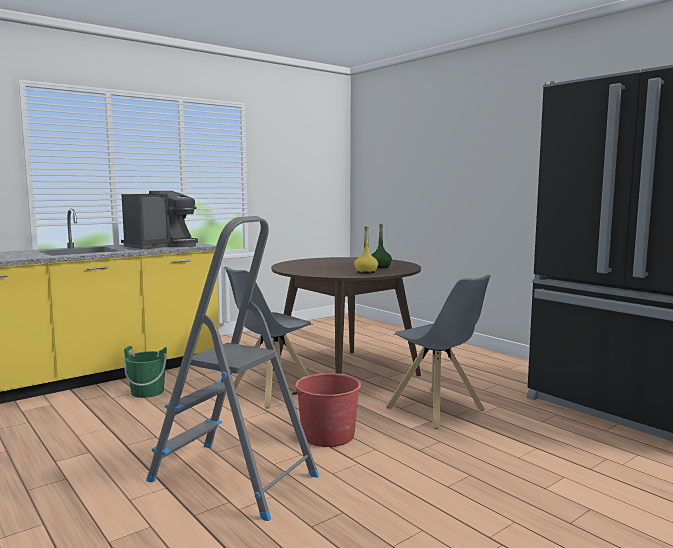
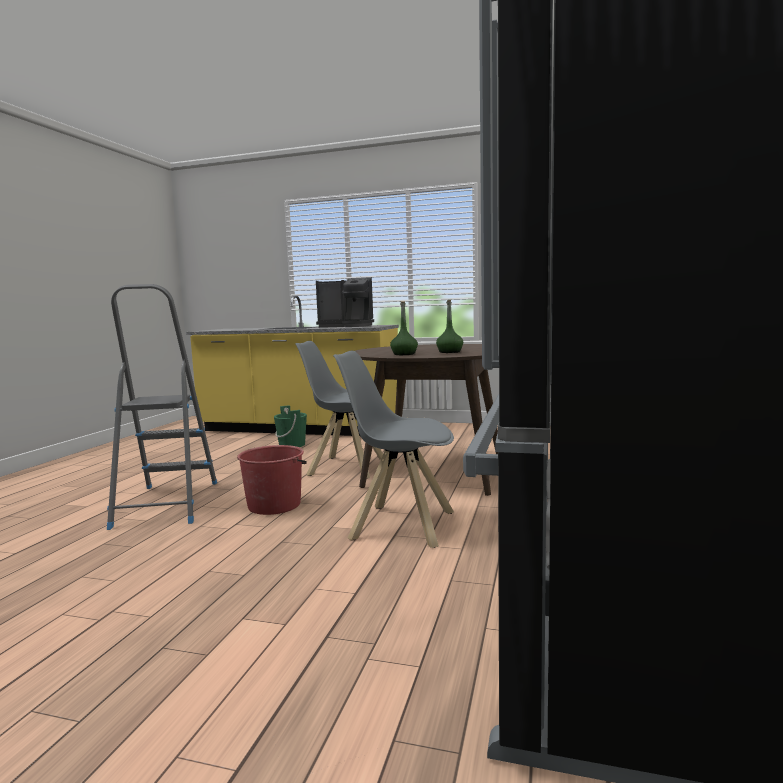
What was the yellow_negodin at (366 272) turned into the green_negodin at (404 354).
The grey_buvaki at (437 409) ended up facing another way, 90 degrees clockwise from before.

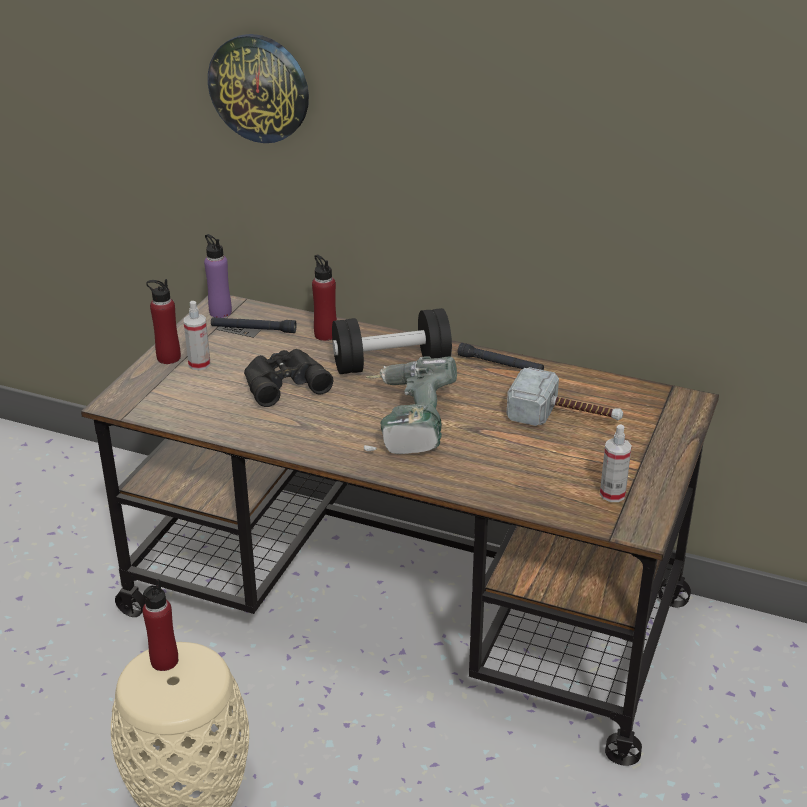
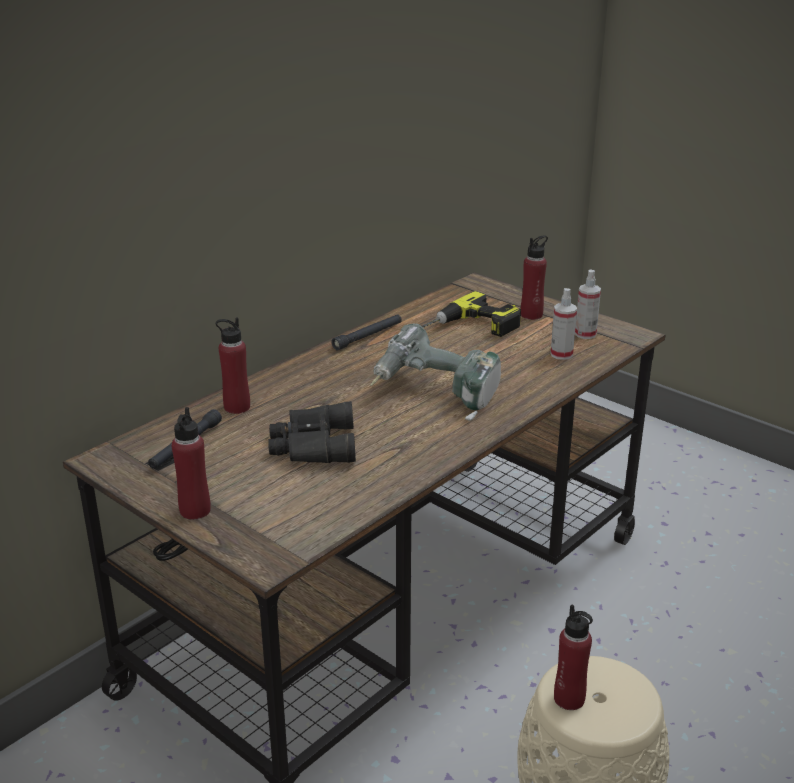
The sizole ended up elsewhere, having gone from (199 364) to (561 354).
The second view lost the purple_negodin at (220 312).
The second view lost the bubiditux at (259 88).
The second view lost the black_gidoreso at (391 364).
Where the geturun stood at (564 417), the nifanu came to stand at (470 329).
The second view gained the red_negodin at (531 315).

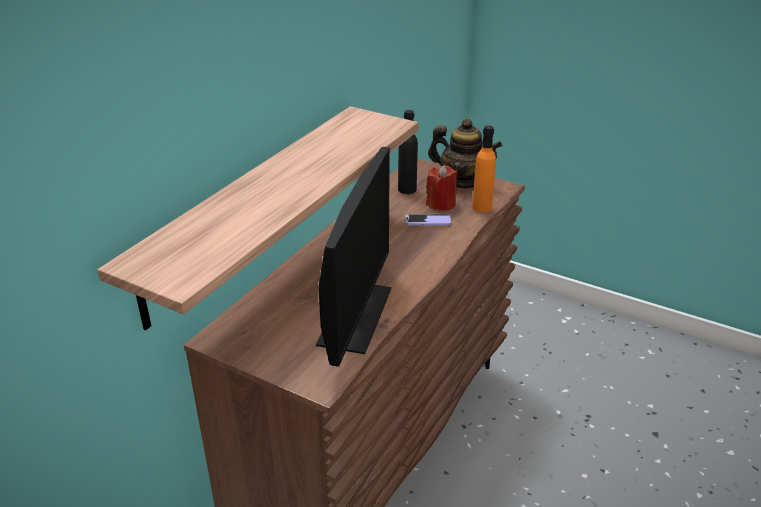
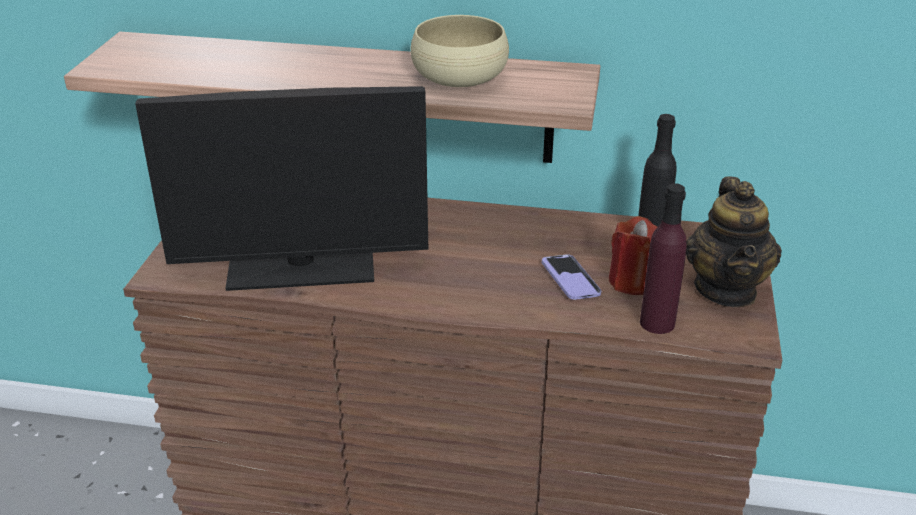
What was the orange_negodin at (482 207) turned into the purple_negodin at (657 323).
The second view gained the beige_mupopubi at (460 77).

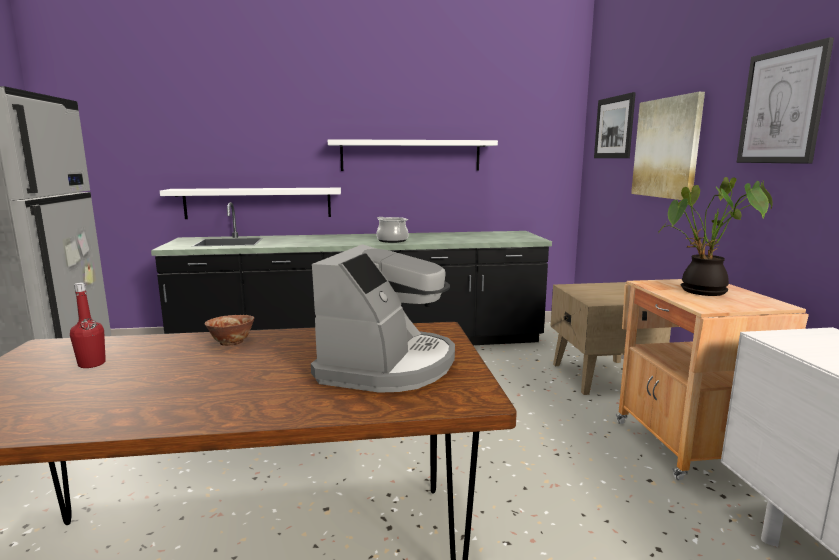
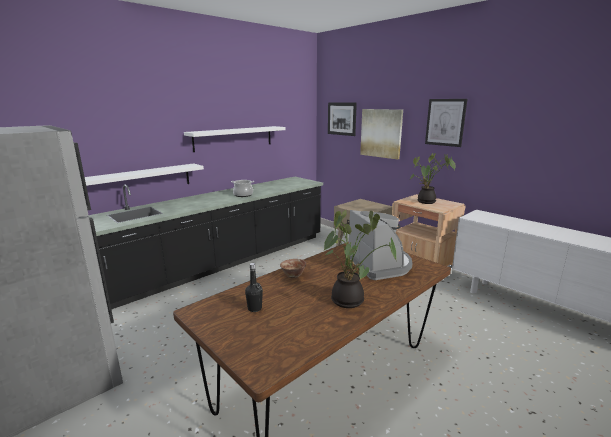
What was the red_negodin at (92 364) turned into the black_negodin at (254 308).
The second view gained the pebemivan at (350 301).

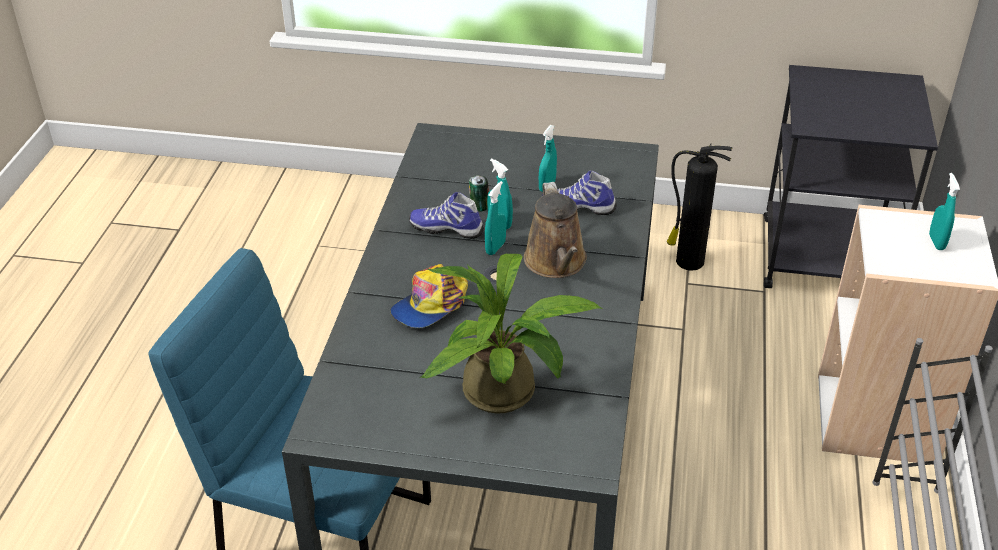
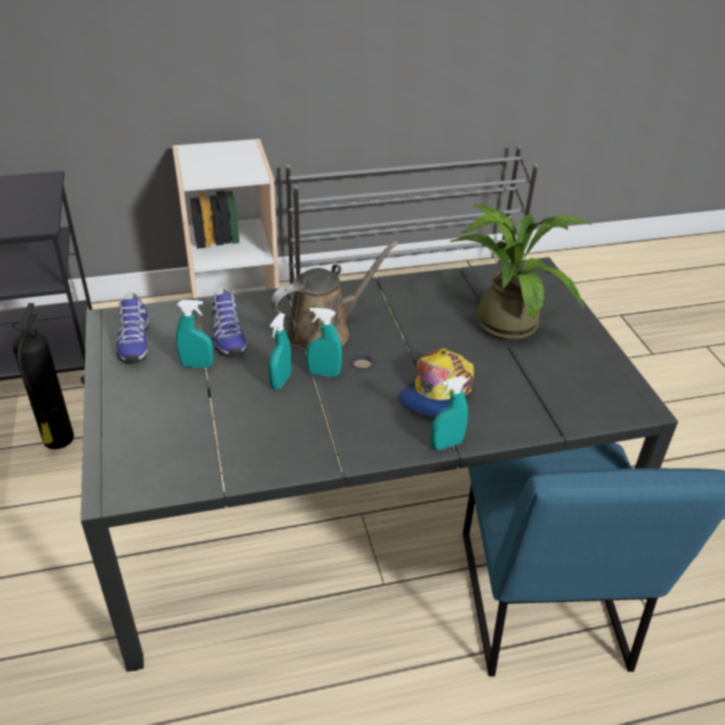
The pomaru at (431 305) ended up facing another way, 105 degrees clockwise from before.
The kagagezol ended up elsewhere, having gone from (447 228) to (134 342).
The second view lost the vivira at (479 207).
The turquoise_sizole ended up elsewhere, having gone from (936 242) to (446 444).

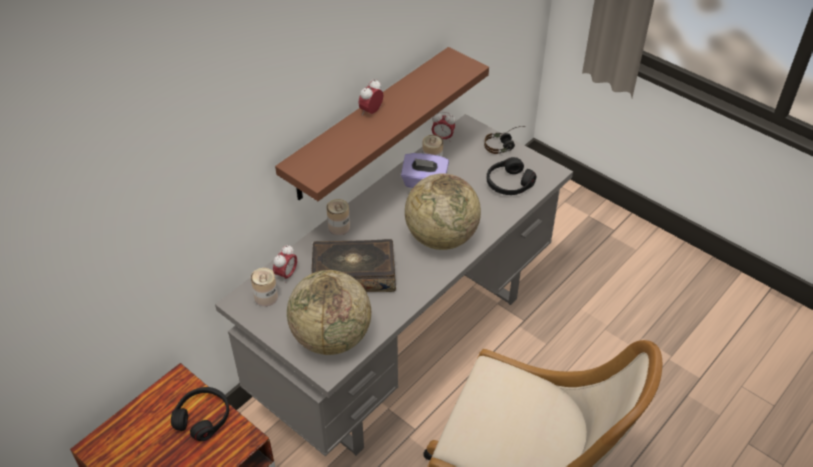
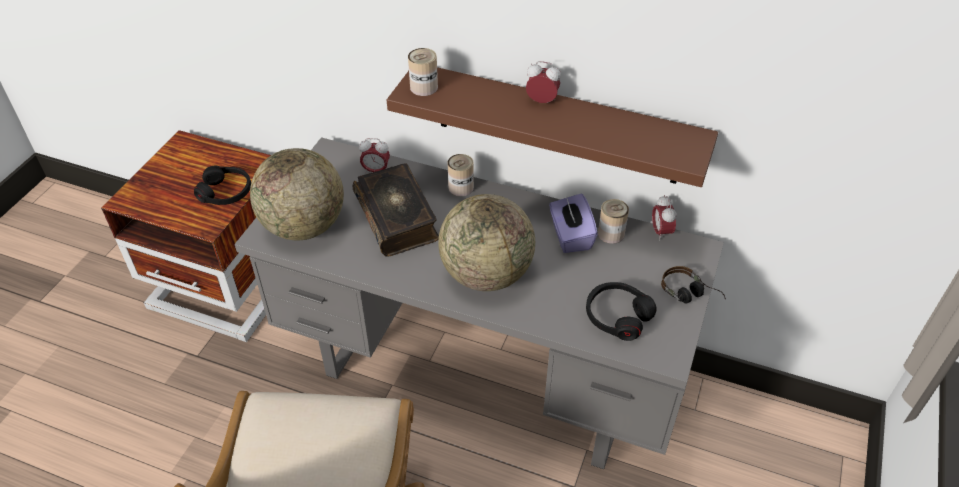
The vivira ended up elsewhere, having gone from (266 297) to (424 87).

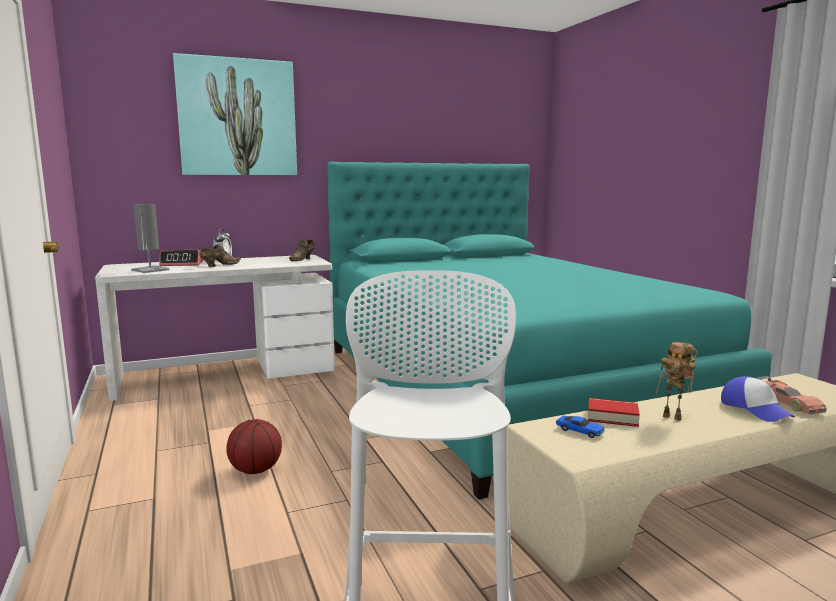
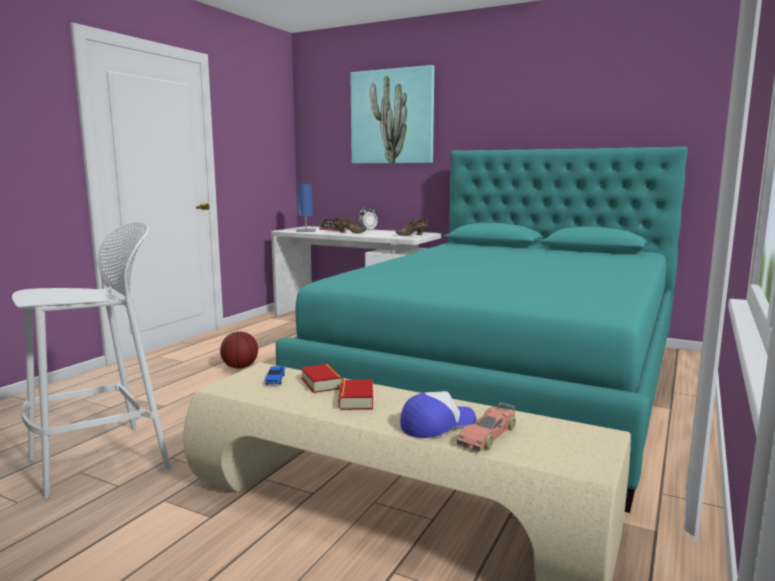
What was the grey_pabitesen at (150 270) turned into the blue_pabitesen at (306 231).
Where the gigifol stood at (673 417), the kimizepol came to stand at (356 400).
The pomaru at (755 409) ended up facing another way, 150 degrees counterclockwise from before.

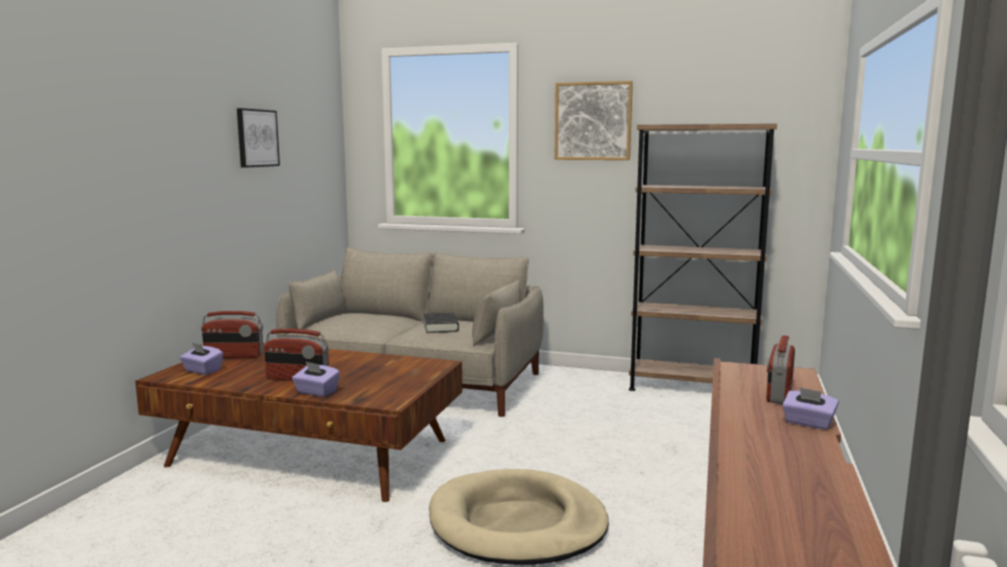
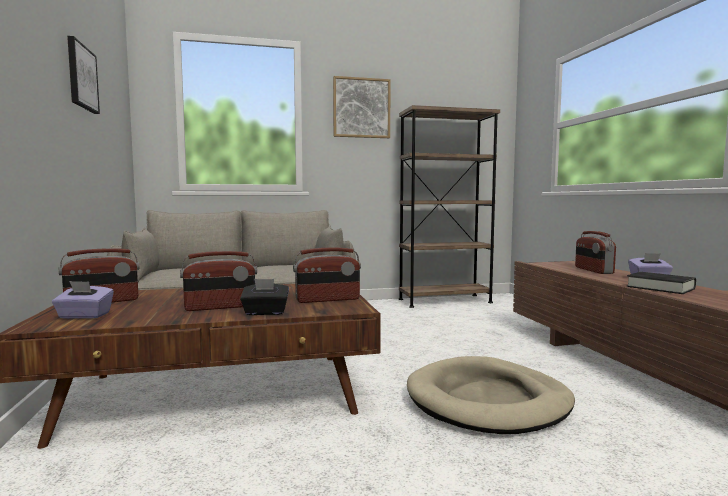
What was the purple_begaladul at (316 392) turned into the black_begaladul at (265 312).
The black_kimizepol ended up elsewhere, having gone from (440 327) to (660 288).
The second view gained the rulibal at (327 300).

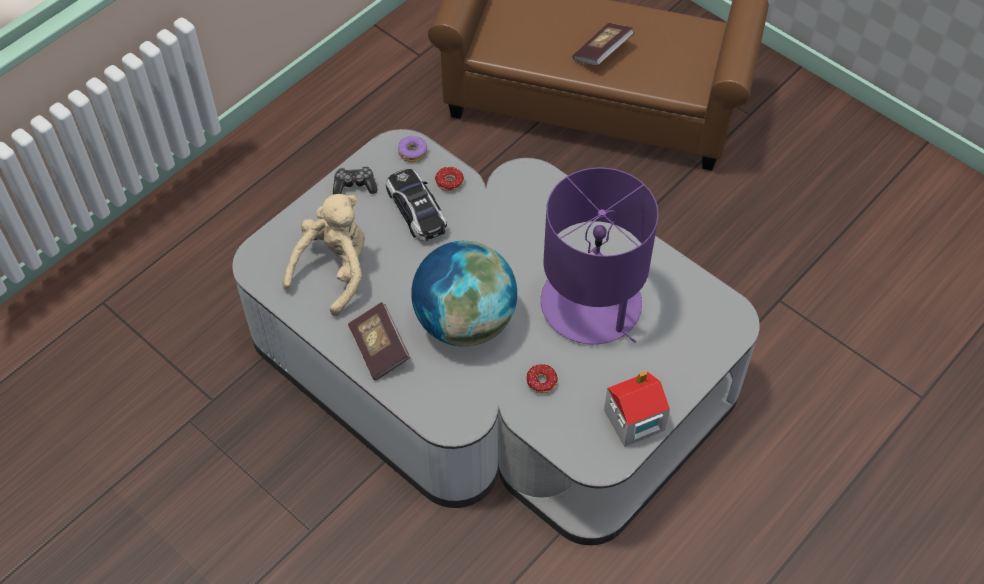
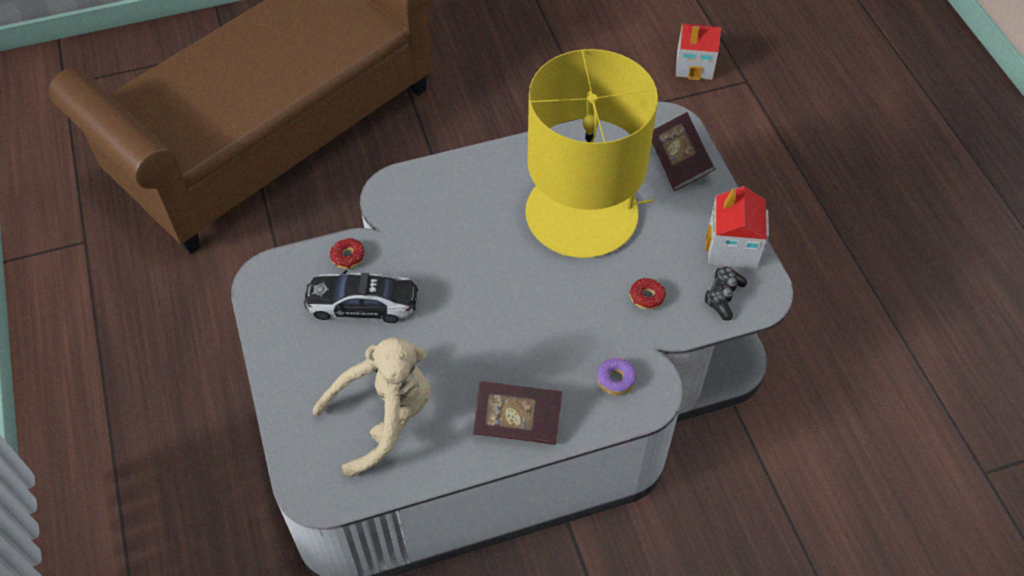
The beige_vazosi at (334 270) ended up facing another way, 90 degrees clockwise from before.
The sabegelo ended up elsewhere, having gone from (355 185) to (722 296).
The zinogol ended up elsewhere, having gone from (412 152) to (615 380).
The second view lost the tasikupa at (465 321).
What was the purple_pabitesen at (592 305) turned into the yellow_pabitesen at (583 214).
The kimizepol ended up elsewhere, having gone from (602 53) to (678 162).
The second view gained the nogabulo at (695 65).

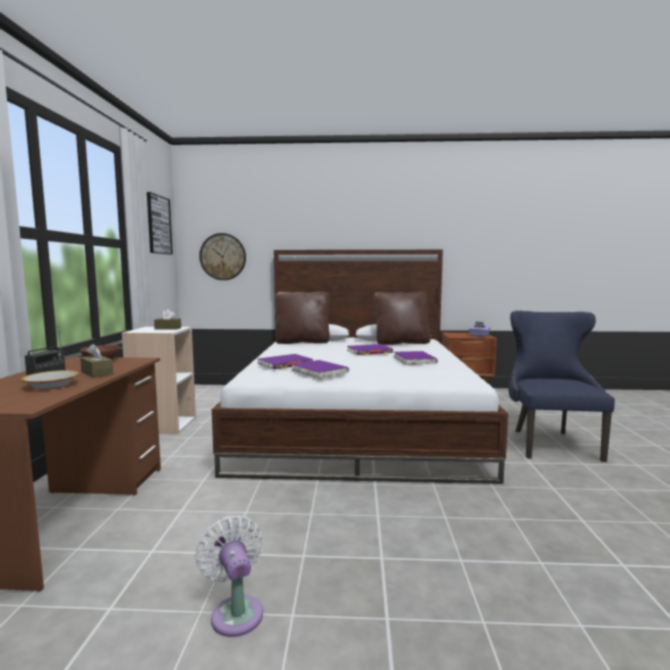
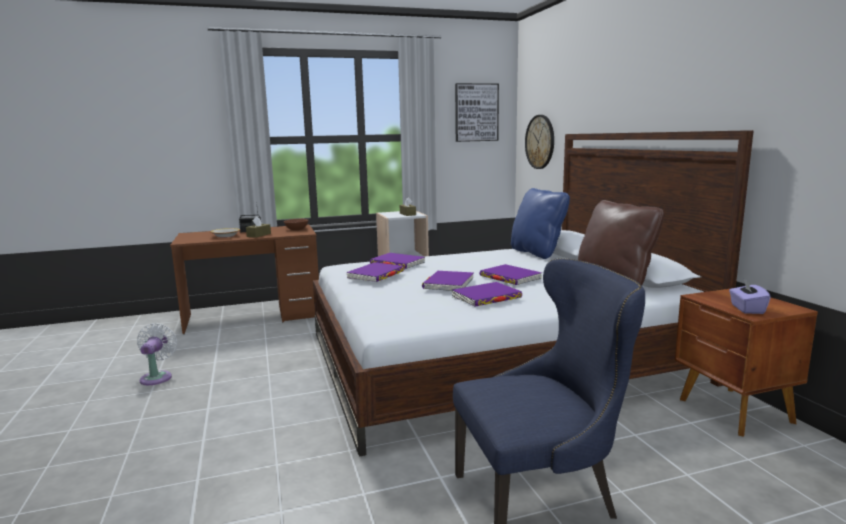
The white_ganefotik at (236 611) ended up facing another way, 45 degrees counterclockwise from before.
What was the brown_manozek at (302 342) turned into the blue_manozek at (537 253).
The second view gained the purple_kimizepol at (448 284).

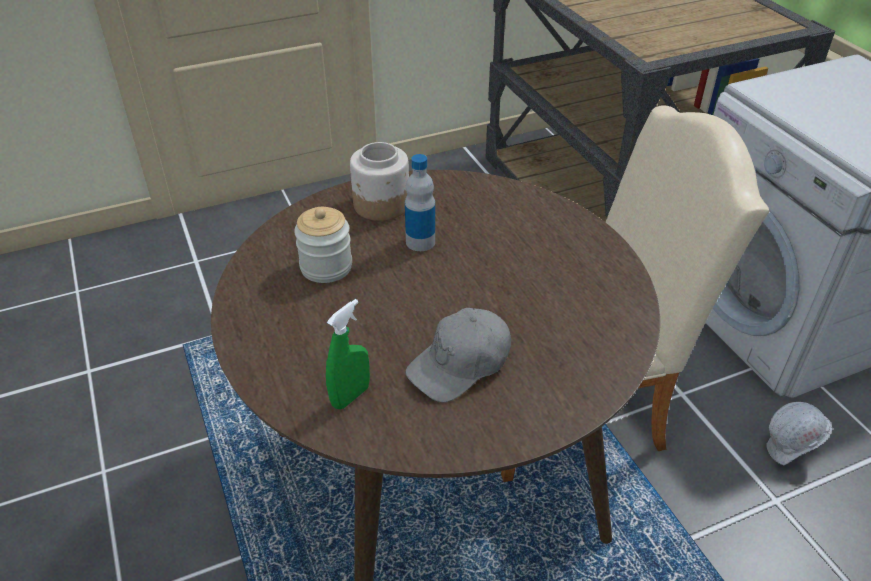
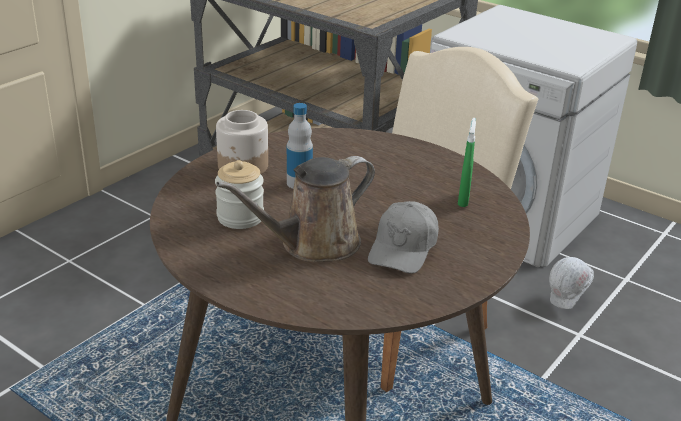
The green_sizole ended up elsewhere, having gone from (350 396) to (463 200).
The second view gained the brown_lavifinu at (313 244).

